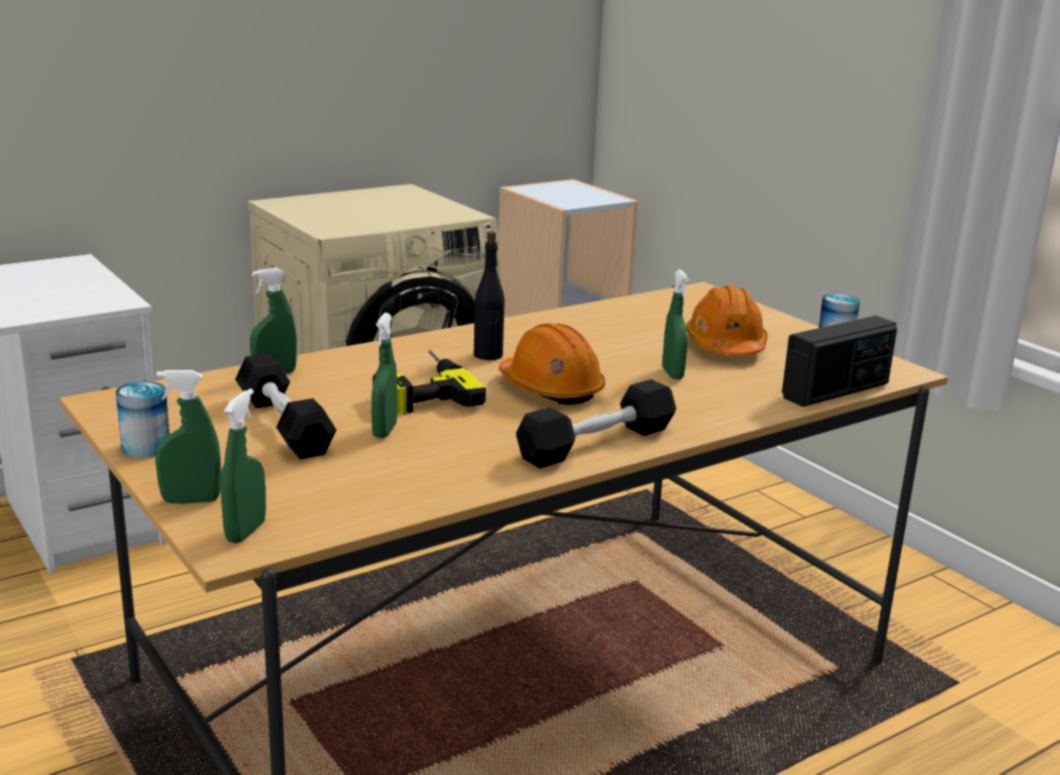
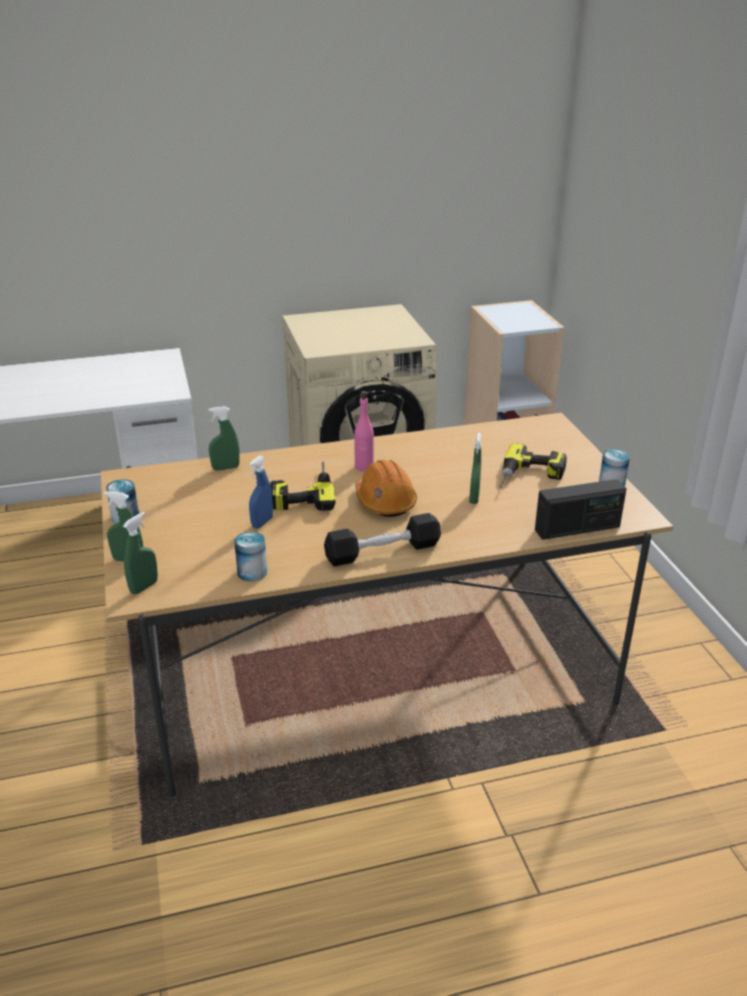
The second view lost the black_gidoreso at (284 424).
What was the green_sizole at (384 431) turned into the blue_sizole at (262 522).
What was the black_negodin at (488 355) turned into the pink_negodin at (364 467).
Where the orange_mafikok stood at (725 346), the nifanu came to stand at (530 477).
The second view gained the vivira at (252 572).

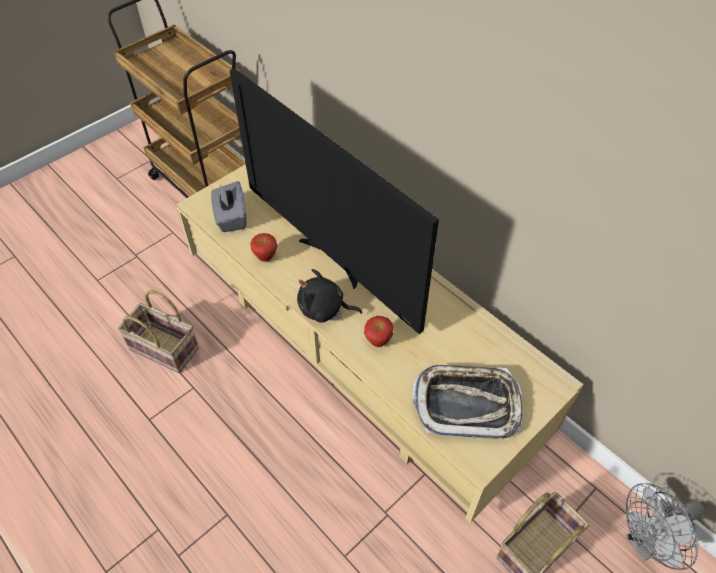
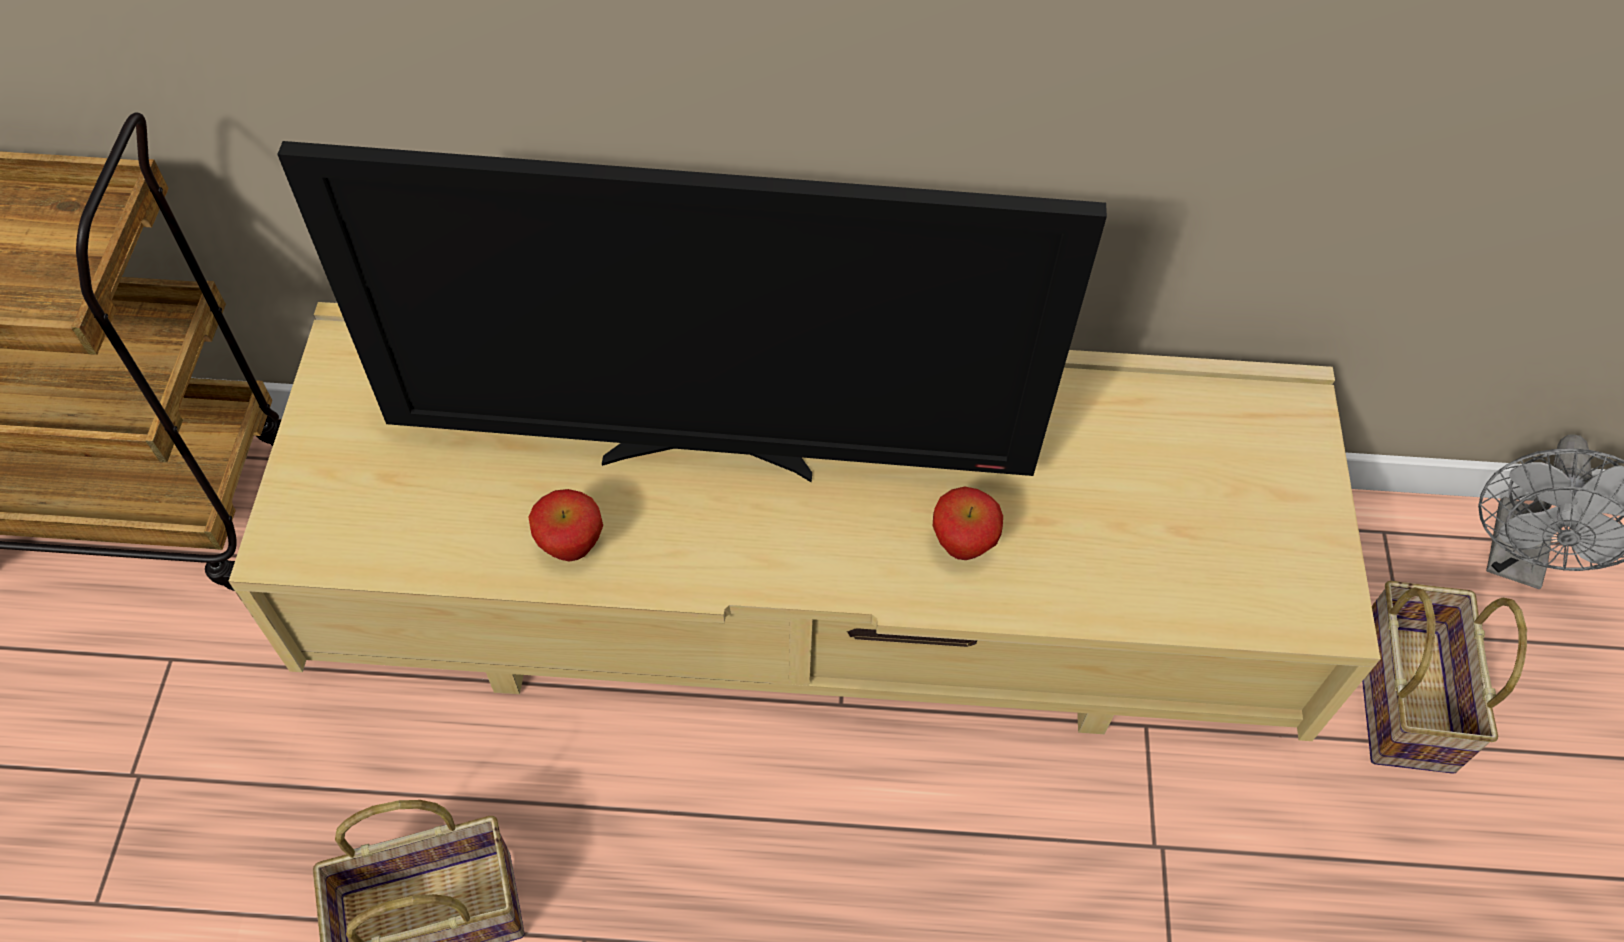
The second view lost the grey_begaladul at (231 217).
The second view lost the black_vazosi at (324 309).
The second view lost the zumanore at (467 404).

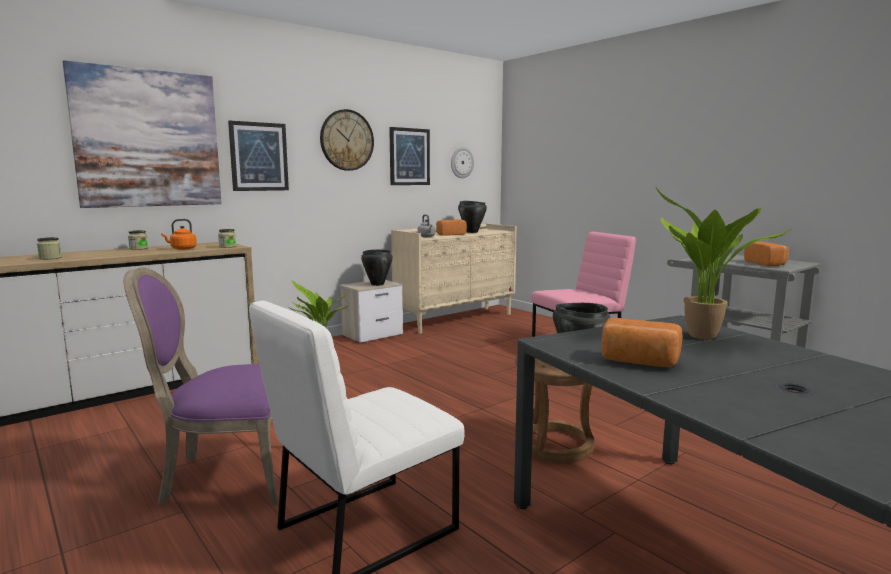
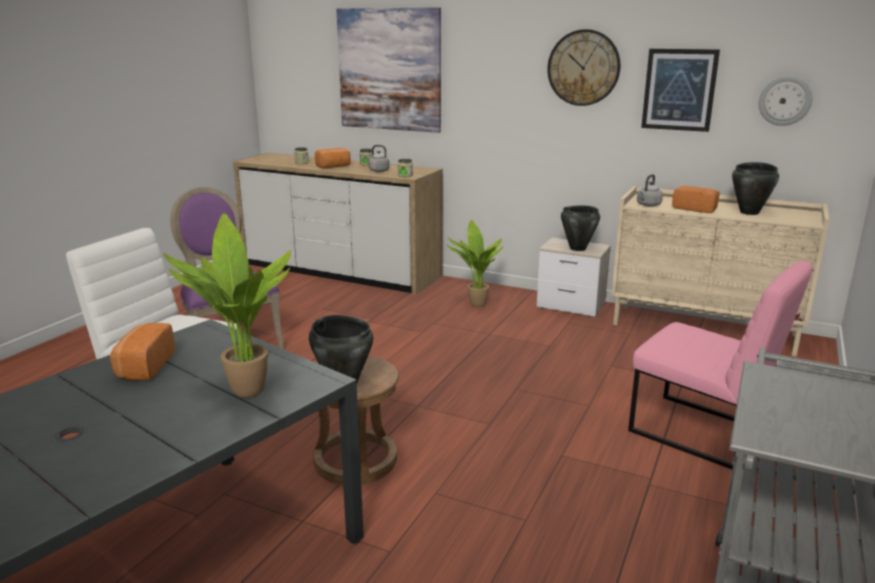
What was the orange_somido at (182 249) turned into the grey_somido at (378 171).
The second view lost the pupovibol at (259 156).
The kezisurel ended up elsewhere, having gone from (766 264) to (334 167).

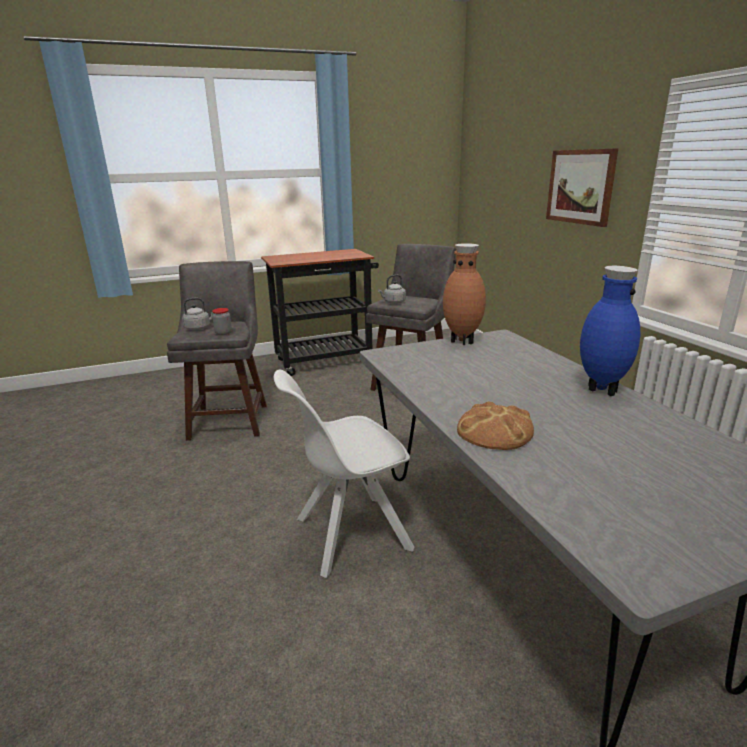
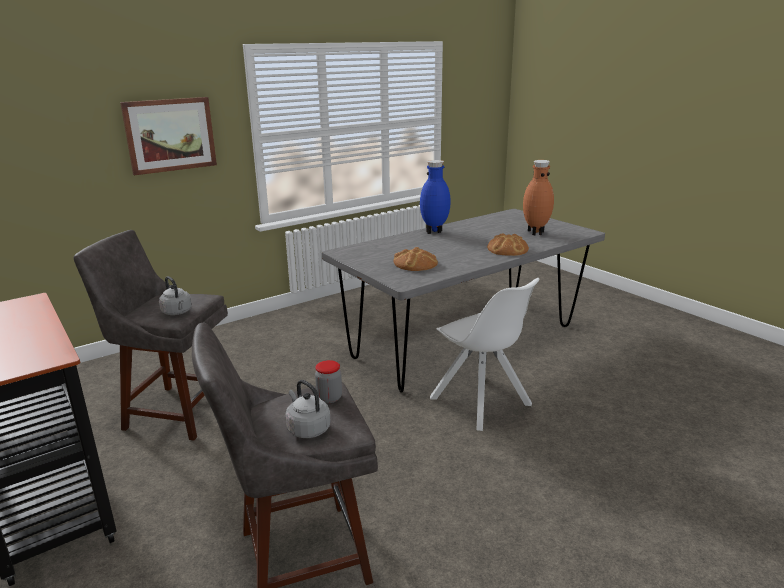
The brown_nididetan ended up elsewhere, having gone from (462 341) to (535 232).
The second view gained the kezisurel at (415 264).

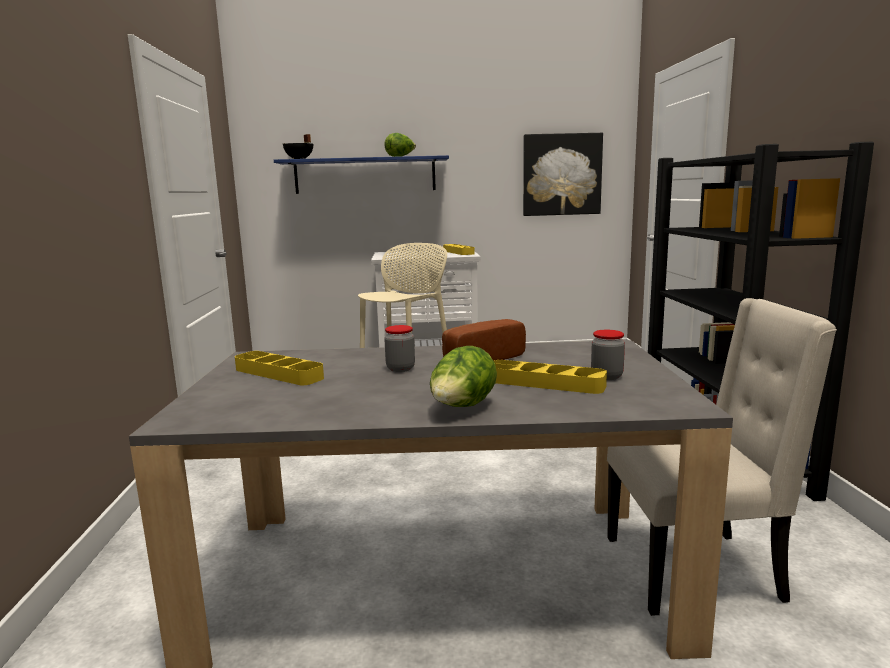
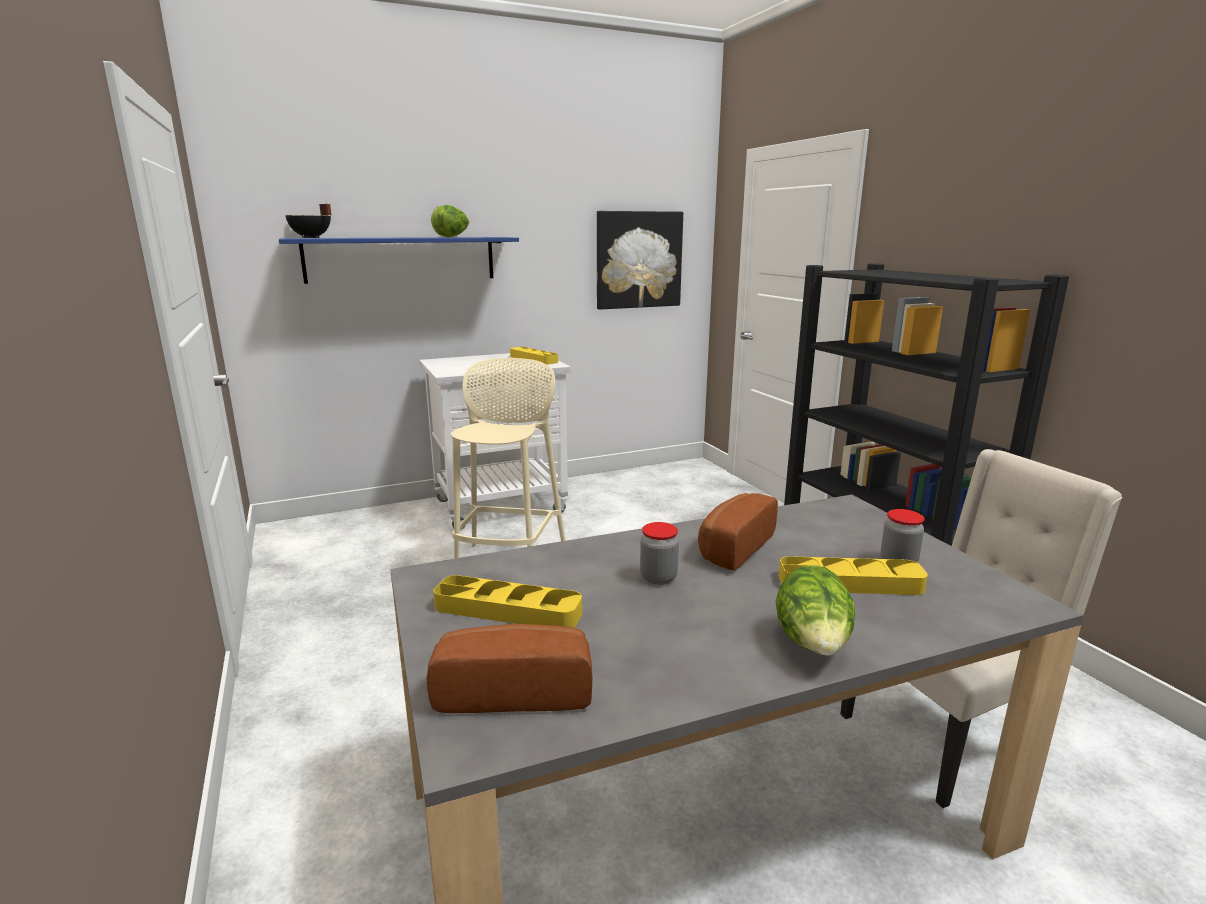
The second view gained the kezisurel at (514 690).

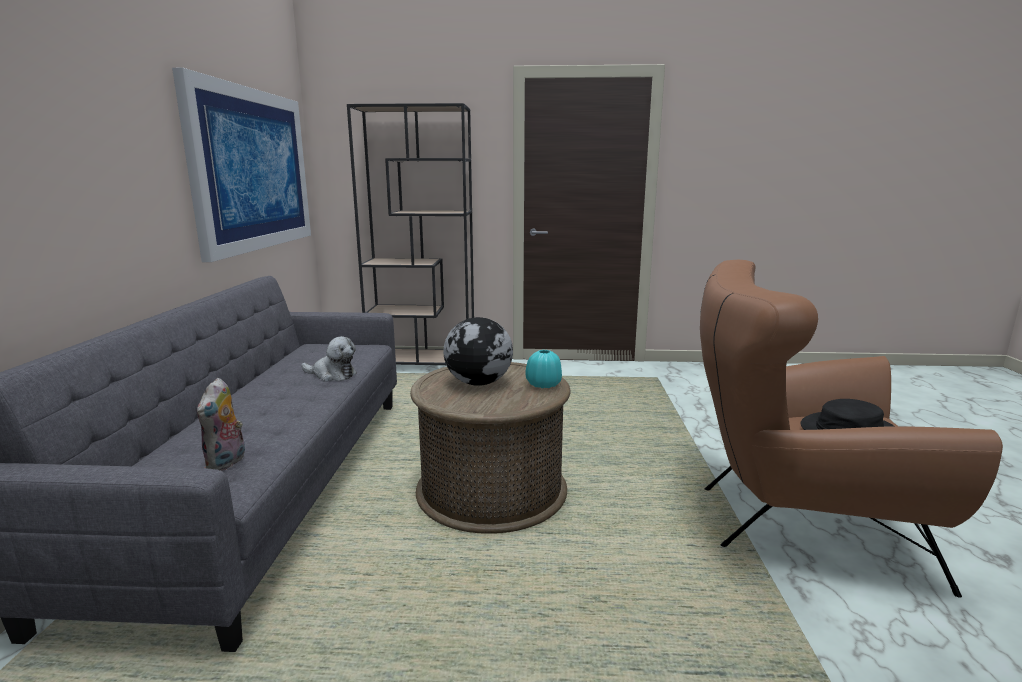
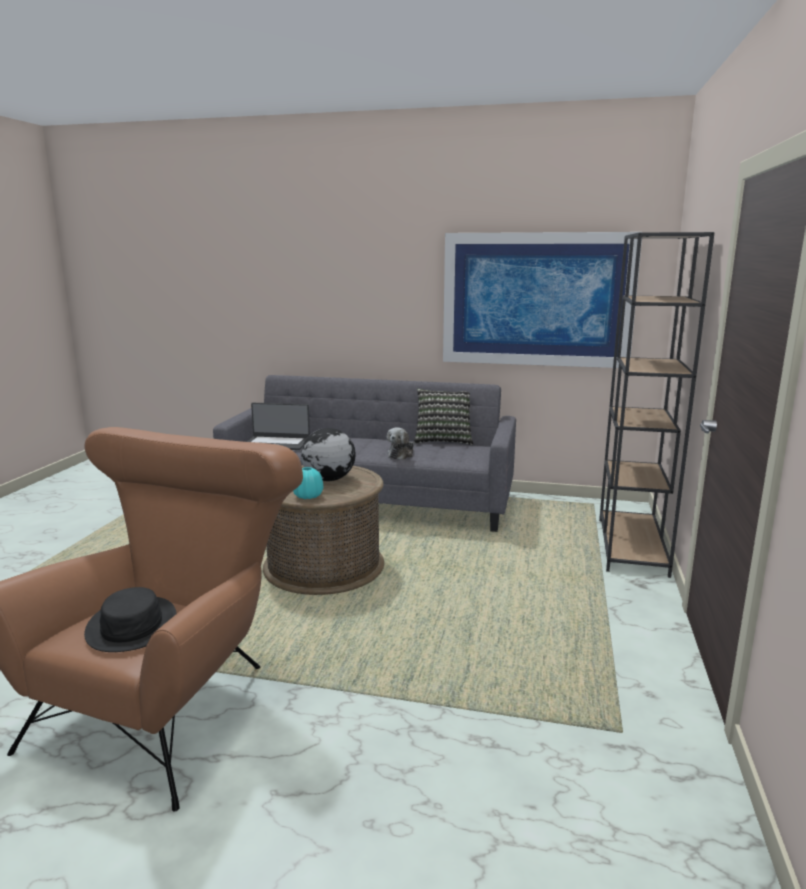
Where the vazosi stood at (227 463), the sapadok came to stand at (276 443).
The second view gained the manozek at (443 440).

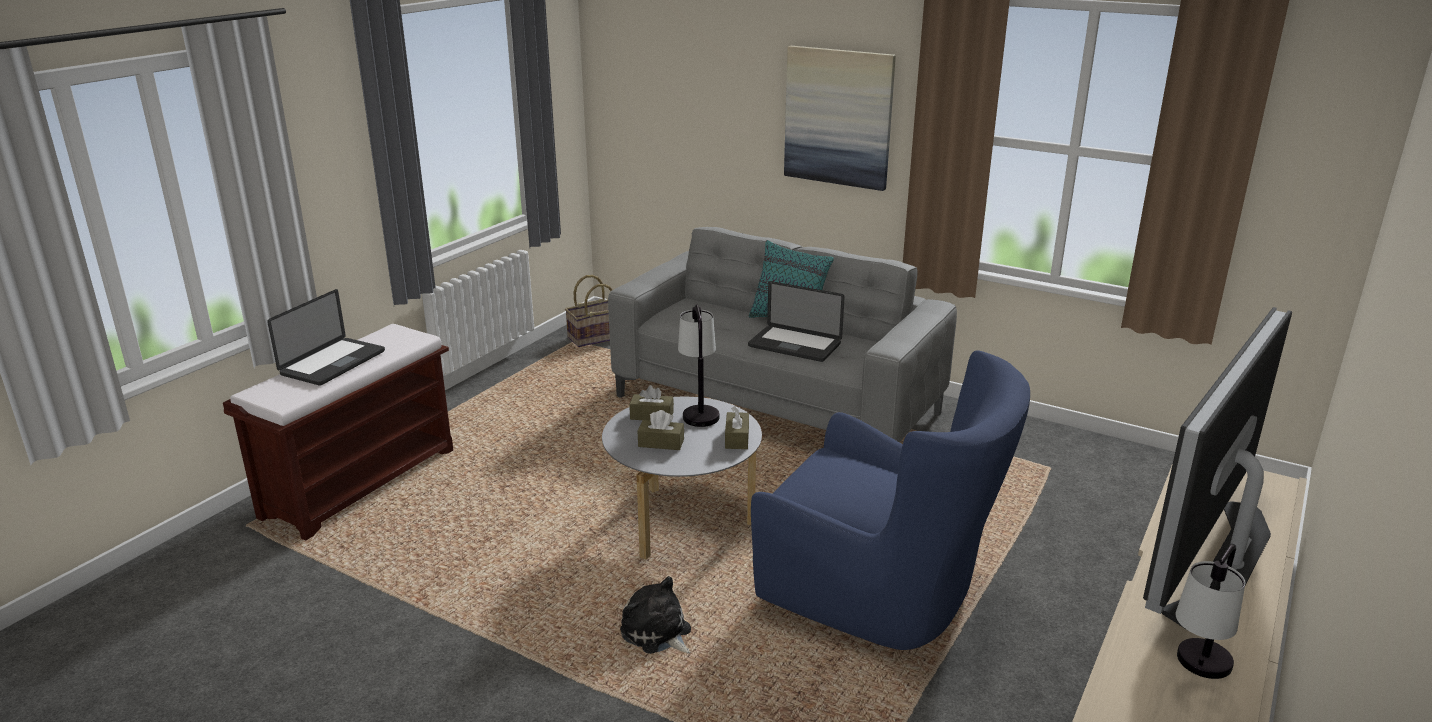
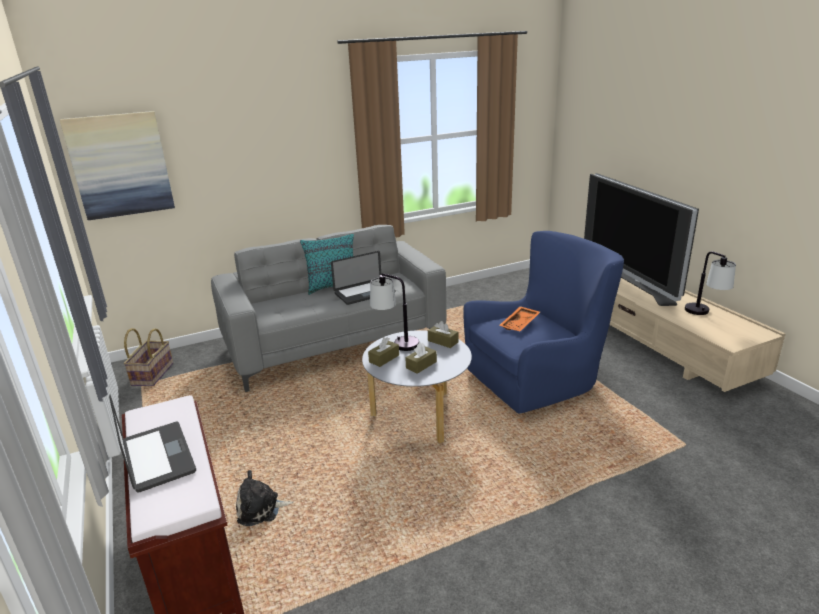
The vazosi ended up elsewhere, having gone from (658 634) to (262 509).
The pupovibol ended up elsewhere, having gone from (838 117) to (120 165).
The second view gained the orange_zumanore at (520 324).

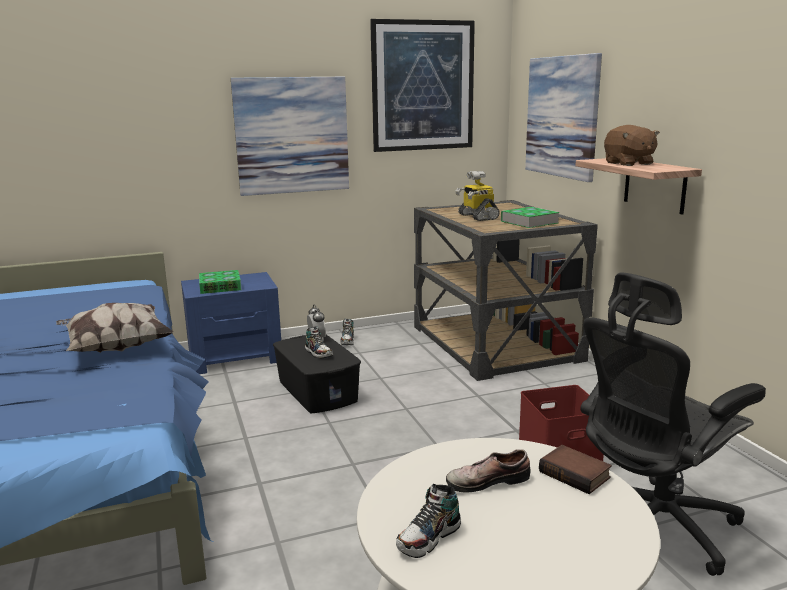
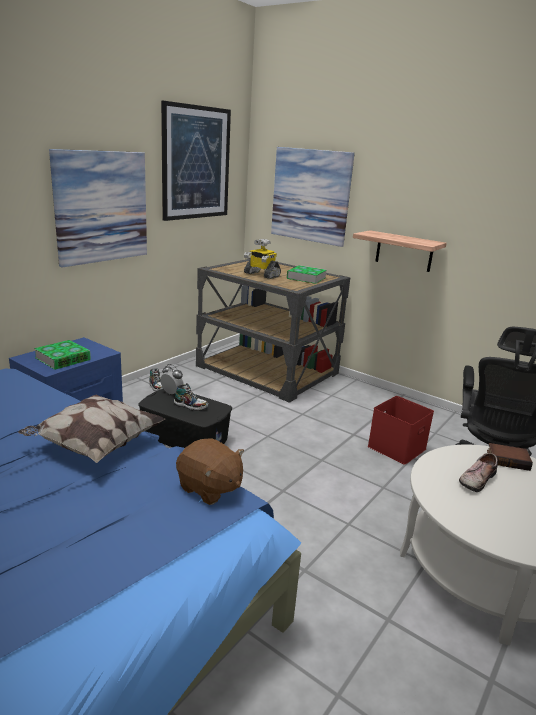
The second view lost the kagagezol at (429 538).
The brown_vazosi ended up elsewhere, having gone from (628 163) to (209 488).

